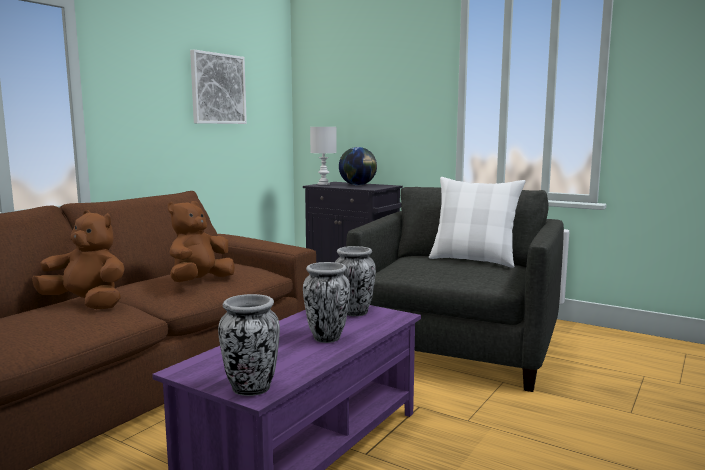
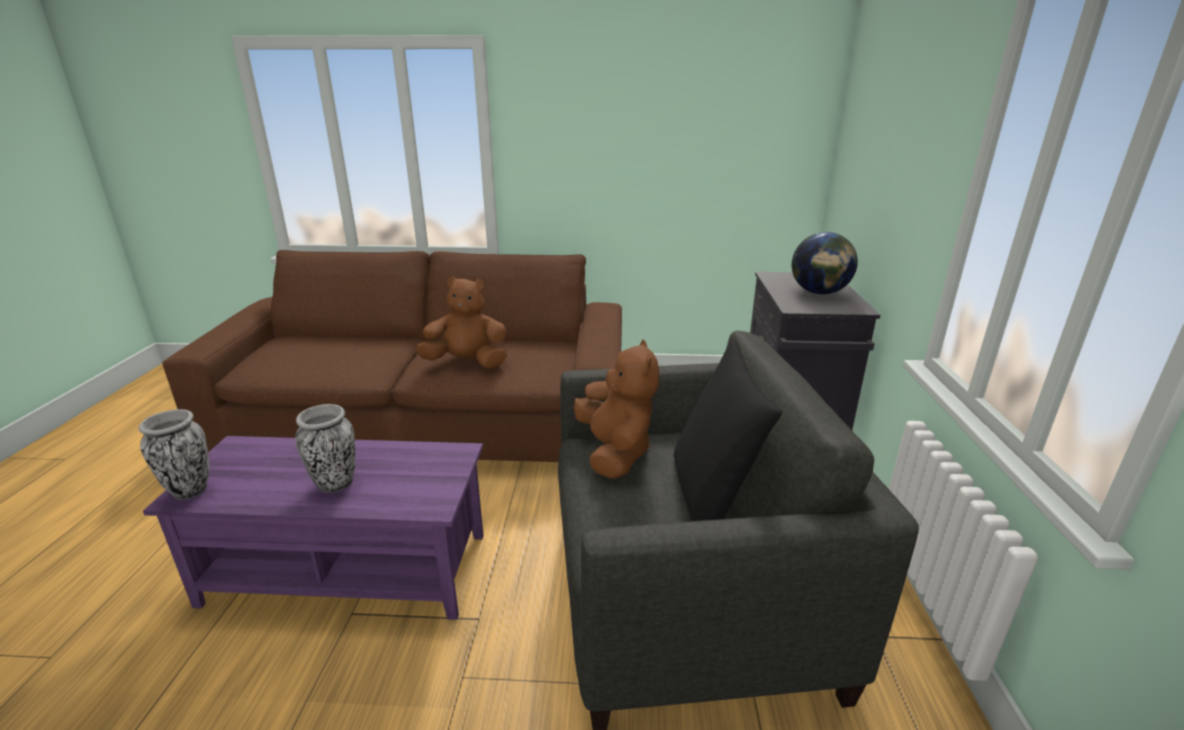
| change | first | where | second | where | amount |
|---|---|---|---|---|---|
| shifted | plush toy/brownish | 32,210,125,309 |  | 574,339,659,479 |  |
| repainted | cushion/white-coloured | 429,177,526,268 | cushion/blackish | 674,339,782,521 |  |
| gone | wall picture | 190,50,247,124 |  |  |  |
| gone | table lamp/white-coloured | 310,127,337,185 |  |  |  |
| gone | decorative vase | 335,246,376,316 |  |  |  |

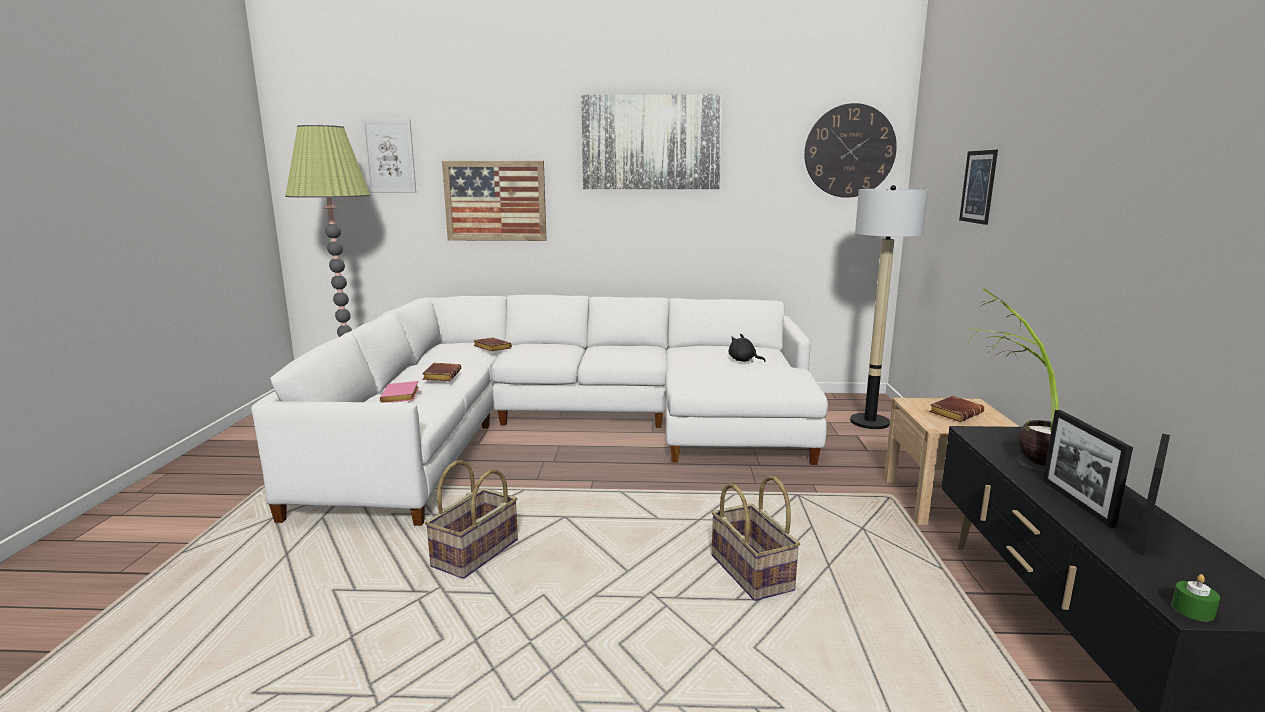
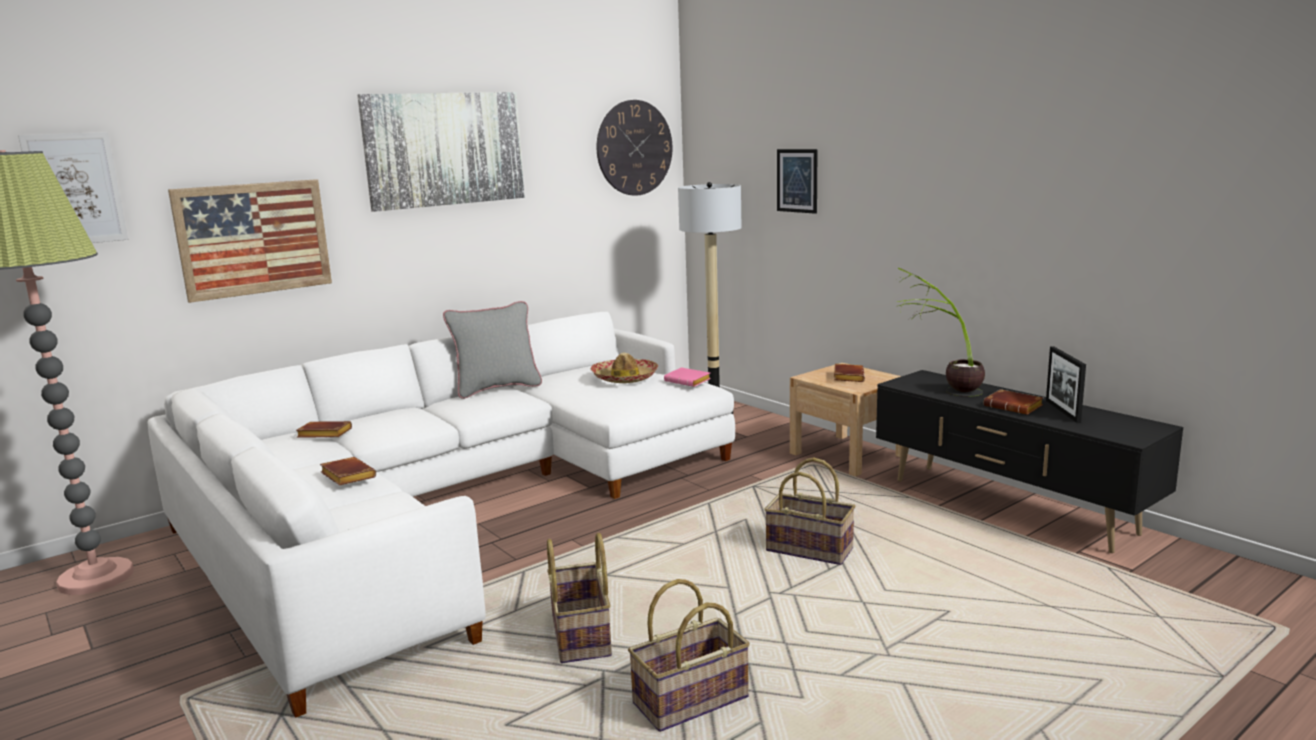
| change | first | where | second | where | amount |
|---|---|---|---|---|---|
| new |  |  | cushion/grey | 443,301,542,399 |  |
| swapped | plush toy/blackish | 729,334,766,362 | wearable hat | 590,353,658,383 |  |
| new |  |  | household basket | 628,579,750,732 |  |
| shifted | book/pink | 380,381,419,403 |  | 664,367,711,387 |  |
| swapped | photo frame | 1043,410,1133,528 | book/brownish | 984,389,1043,415 |  |
| gone | wax light/green-coloured | 1171,574,1220,621 |  |  |  |

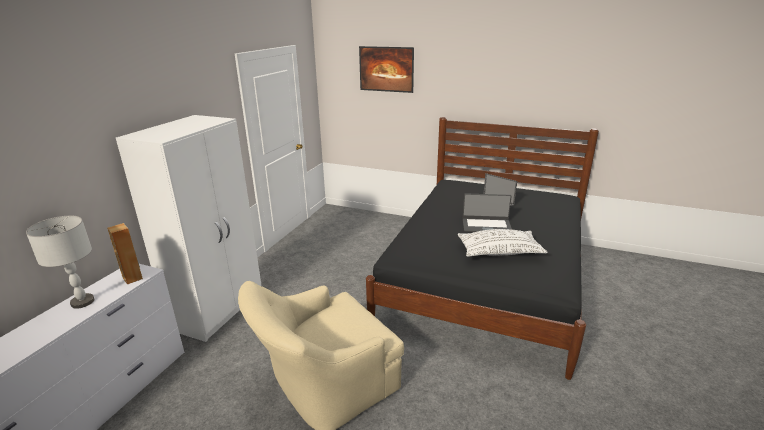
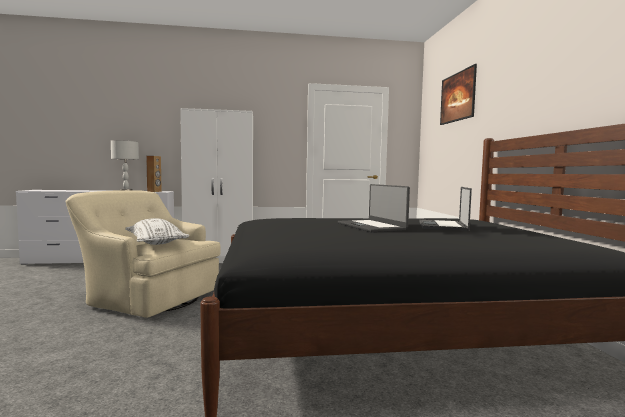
| change | first | where | second | where | amount |
|---|---|---|---|---|---|
| shifted | cushion/white-coloured | 458,229,548,257 |  | 125,218,189,245 |  |

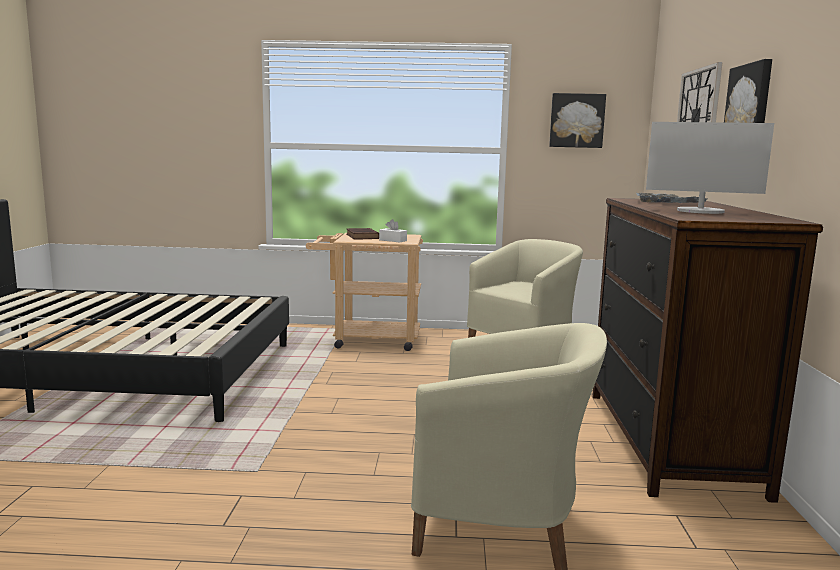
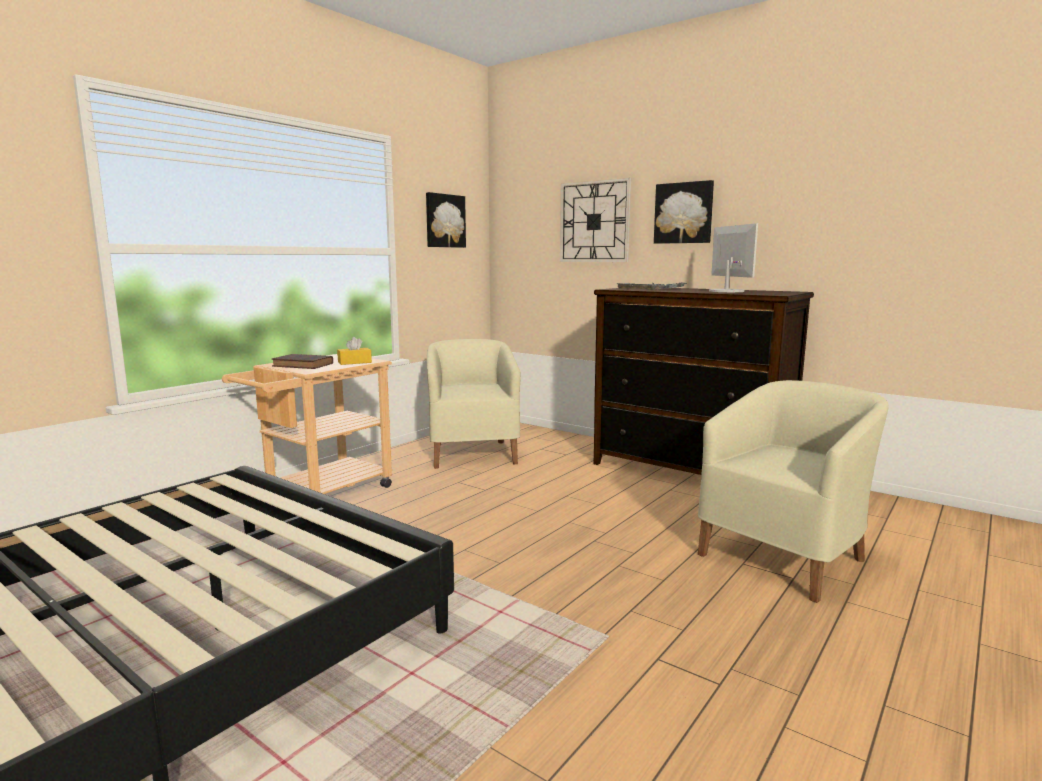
| change | first | where | second | where | amount |
|---|---|---|---|---|---|
| repainted | box of tissues/white-coloured | 379,219,407,242 | box of tissues/yellow-coloured | 337,337,372,365 |  |
| rotated | computer screen | 646,122,774,214 |  | 709,223,758,292 | 60 degrees counterclockwise |

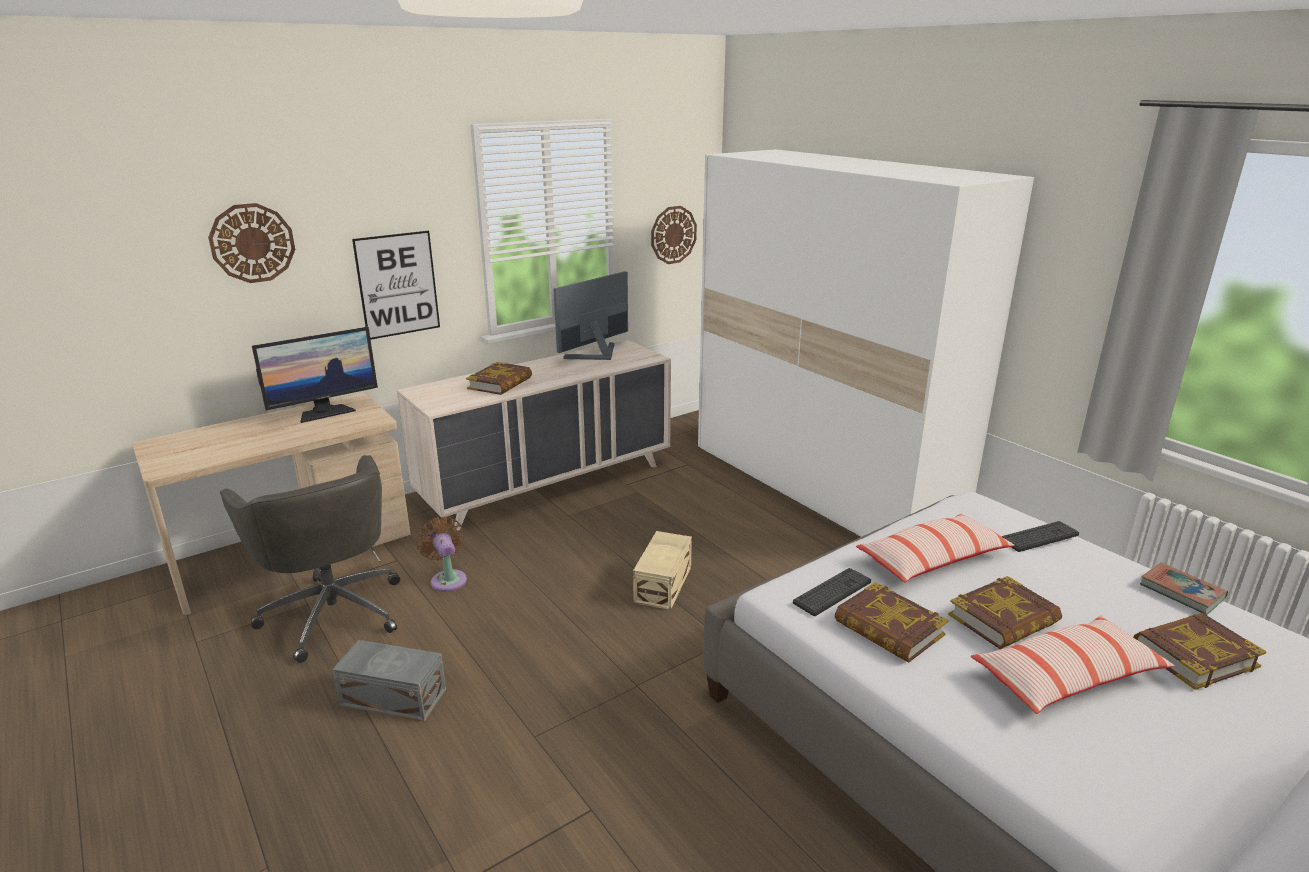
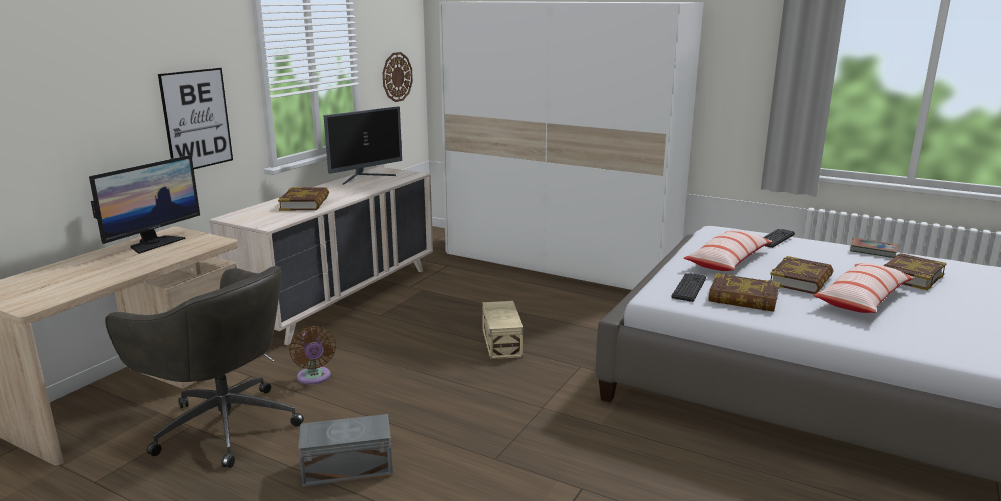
| change | first | where | second | where | amount |
|---|---|---|---|---|---|
| rotated | cooling fan/brownish | 416,517,467,592 |  | 289,326,336,385 | 150 degrees counterclockwise |
| rotated | computer screen | 554,271,628,360 |  | 324,106,402,185 | 150 degrees counterclockwise |
| gone | clock on the wall | 208,203,295,283 |  |  |  |

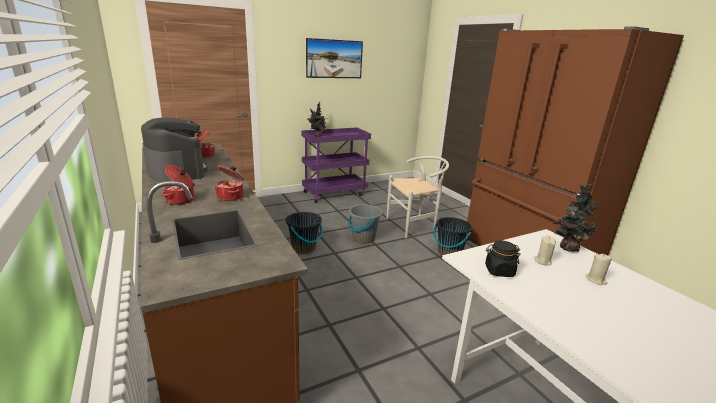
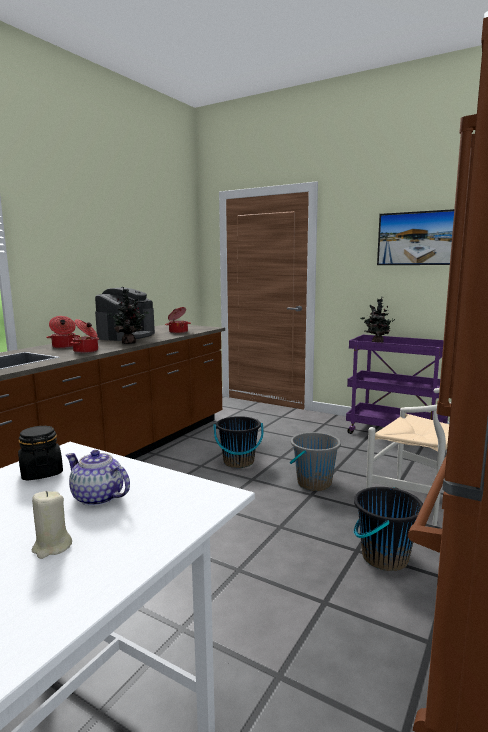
| change | first | where | second | where | amount |
|---|---|---|---|---|---|
| swapped | wax light/beige | 534,236,556,265 | tea pot | 66,450,130,506 |  |
| shifted | houseplant | 553,184,598,252 |  | 107,287,149,344 |  |

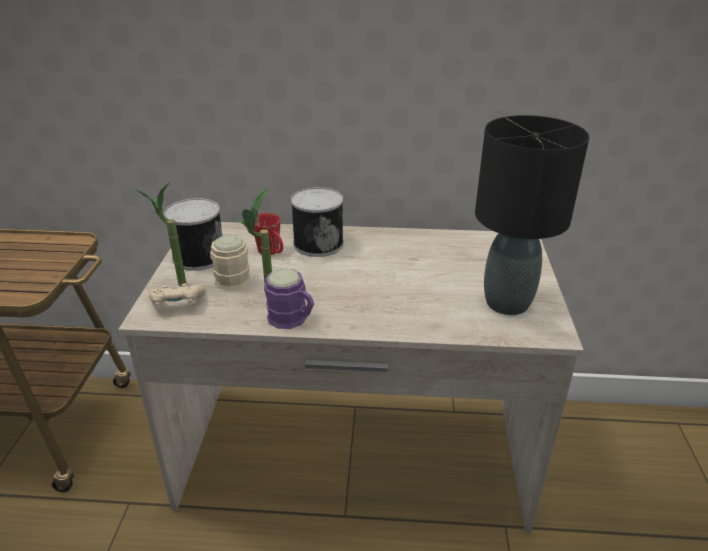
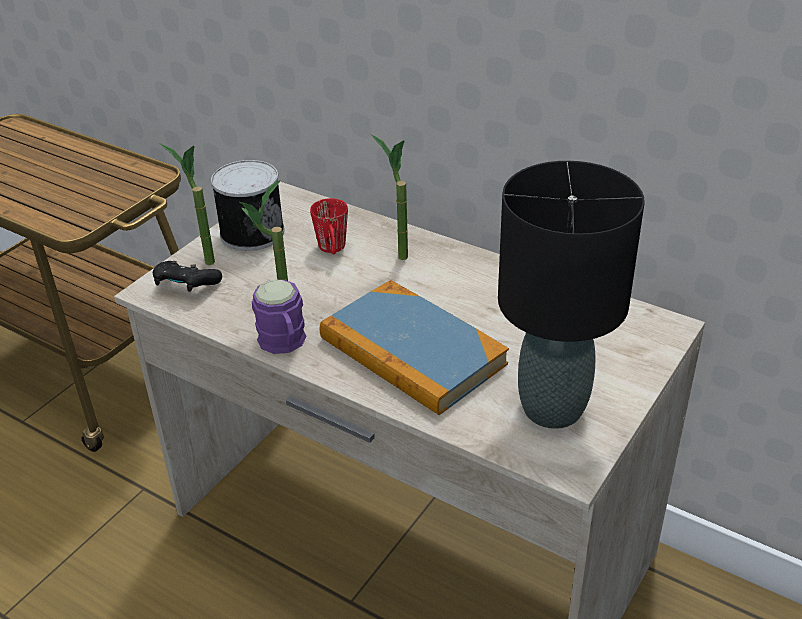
| change | first | where | second | where | amount |
|---|---|---|---|---|---|
| repainted | gamepad/beige | 149,283,205,308 | gamepad/blackish | 153,261,222,292 |  |
| new |  |  | book | 320,280,509,415 |  |
| swapped | sealed can | 291,187,344,257 | houseplant | 371,134,408,260 |  |
| gone | coffee mug/beige | 210,235,251,291 |  |  |  |

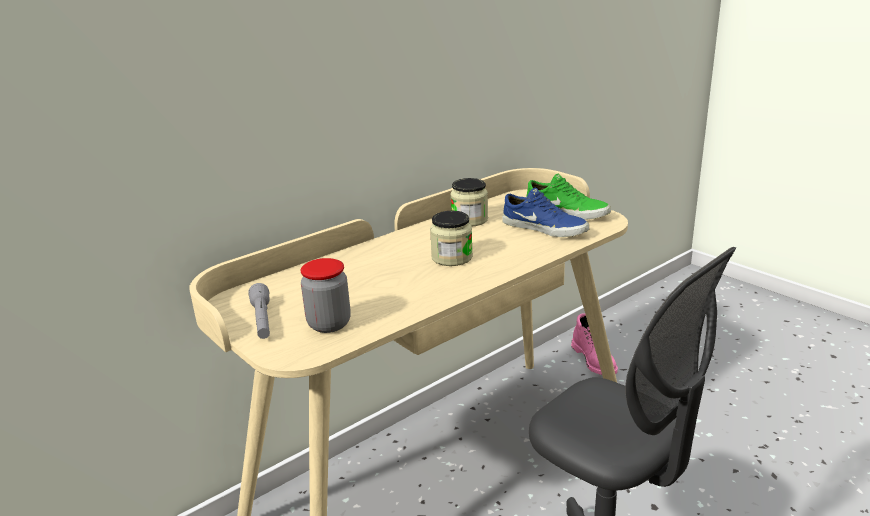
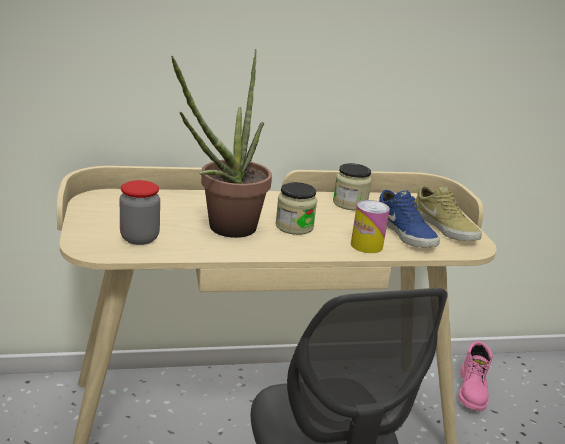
| change | first | where | second | where | amount |
|---|---|---|---|---|---|
| new |  |  | houseplant | 171,49,272,238 |  |
| new |  |  | sealed can | 351,200,390,253 |  |
| repainted | item of footwear/green-coloured | 526,173,611,220 | item of footwear/beige | 415,186,482,241 |  |
| gone | flashlight/grey | 249,283,270,339 |  |  |  |

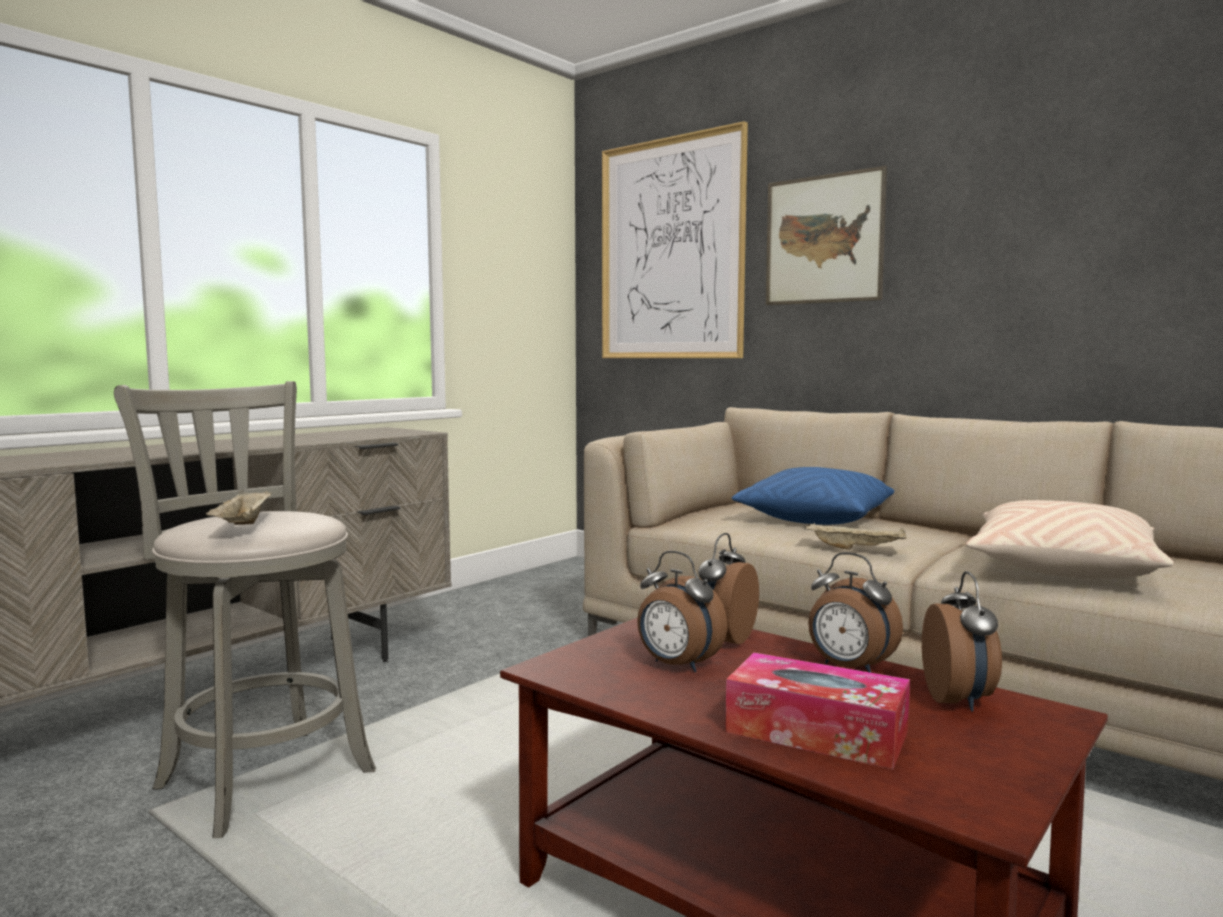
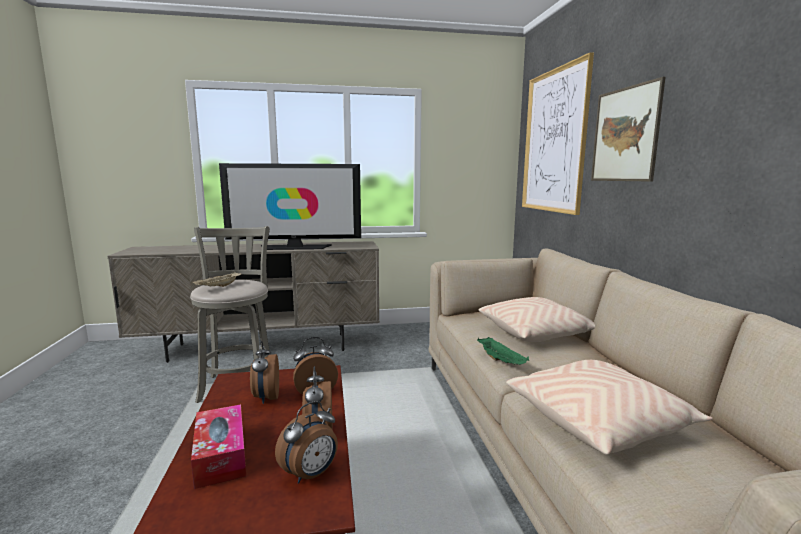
| change | first | where | second | where | amount |
|---|---|---|---|---|---|
| new |  |  | TV set | 219,163,361,250 |  |
| repainted | tray/beige | 804,523,907,550 | tray/green-coloured | 477,337,529,365 |  |
| repainted | cushion/blue | 732,467,894,525 | cushion/beige | 479,297,595,342 |  |

